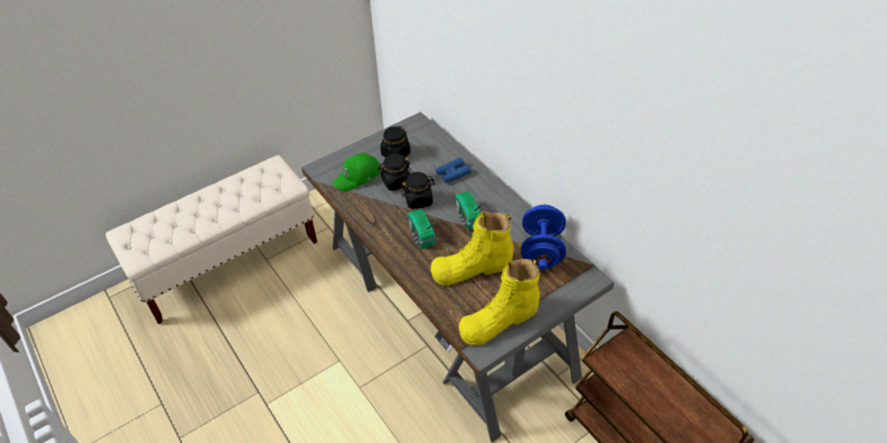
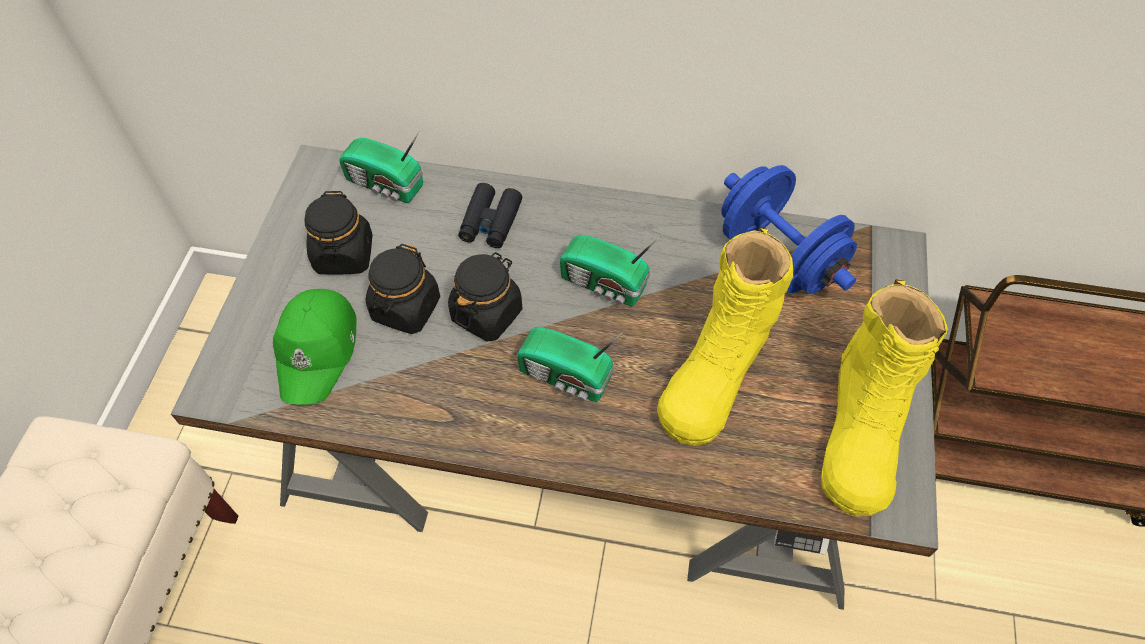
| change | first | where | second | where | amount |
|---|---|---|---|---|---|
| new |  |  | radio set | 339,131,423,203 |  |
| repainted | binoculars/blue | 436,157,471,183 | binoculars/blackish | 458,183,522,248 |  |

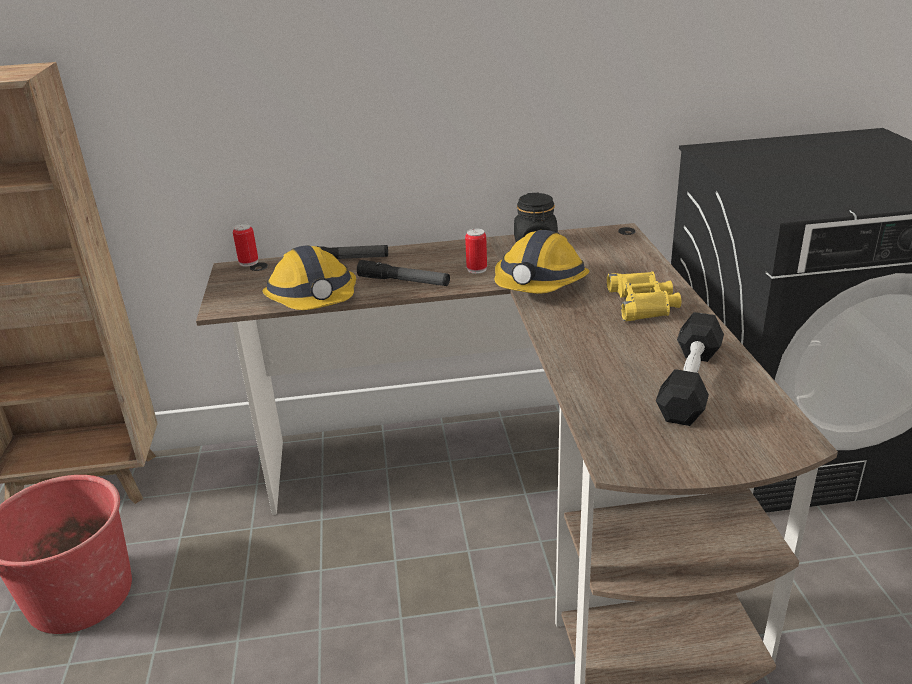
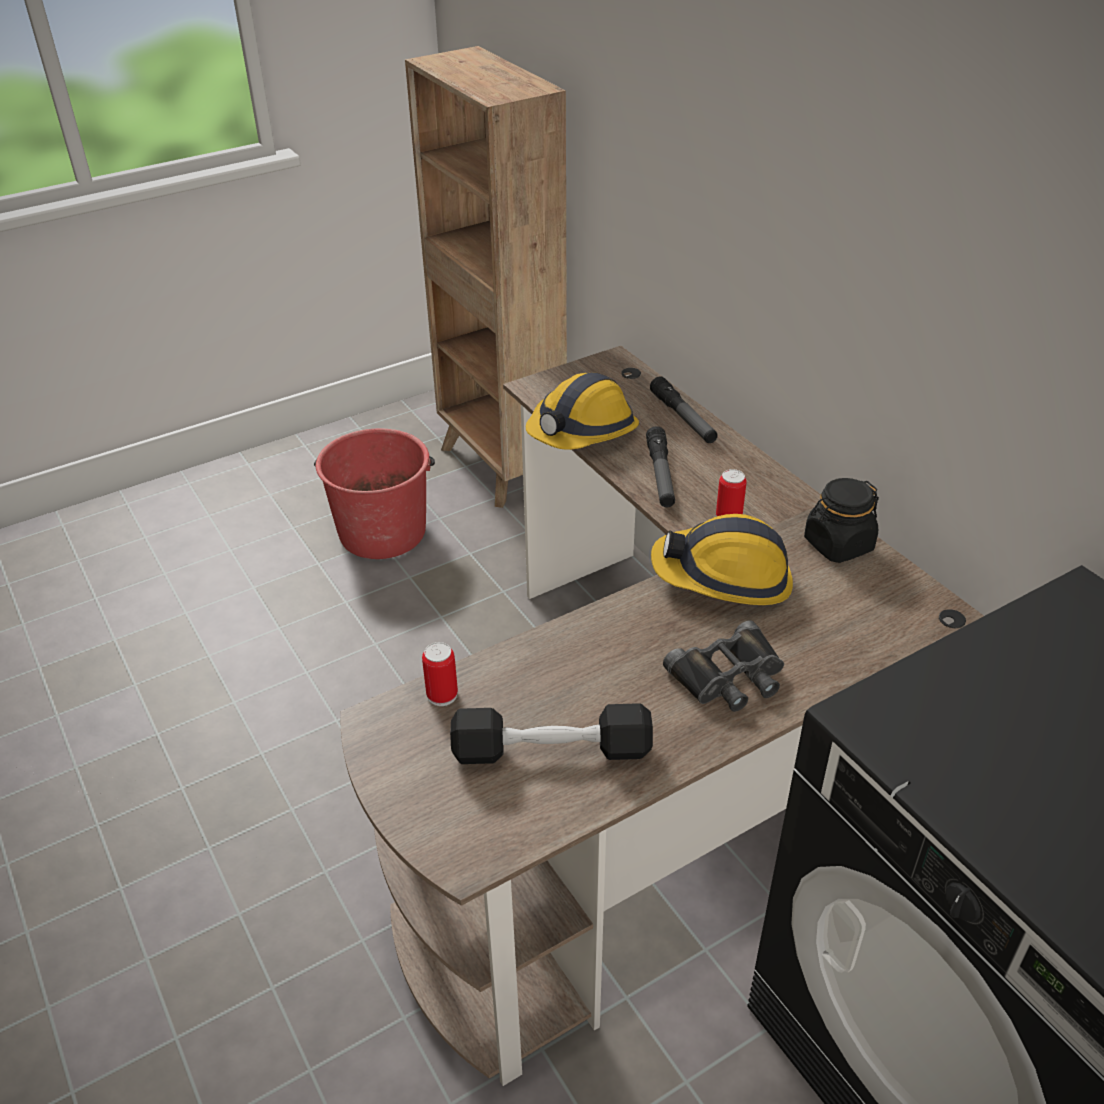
| change | first | where | second | where | amount |
|---|---|---|---|---|---|
| shifted | sealed can | 233,223,258,267 |  | 422,642,458,706 |  |
| repainted | binoculars/yellow-coloured | 607,271,681,321 | binoculars/blackish | 663,621,784,712 |  |

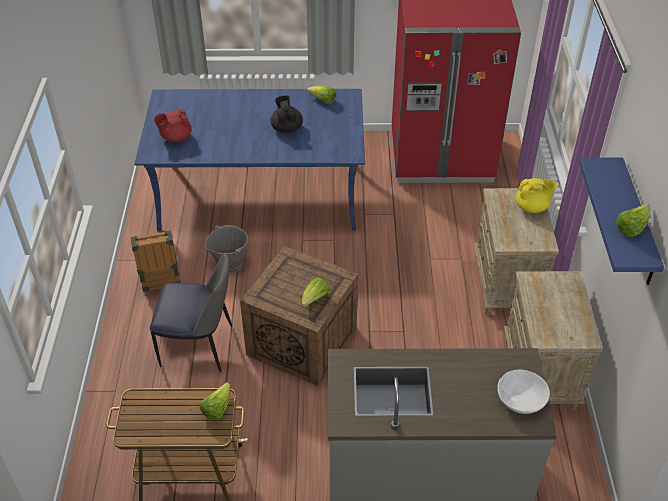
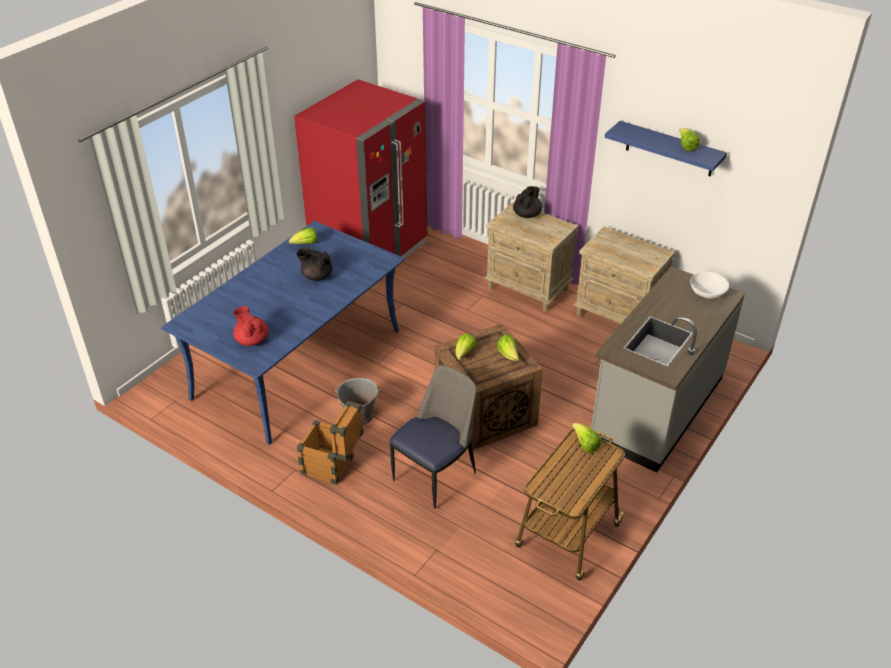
| change | first | where | second | where | amount |
|---|---|---|---|---|---|
| rotated | tea pot/red-coloured | 154,109,192,142 |  | 233,306,269,346 | 135 degrees clockwise |
| new |  |  | head of lettuce | 455,333,477,360 |  |
| repainted | tea pot/yellow-coloured | 515,178,557,213 | tea pot/blackish | 513,186,542,218 |  |

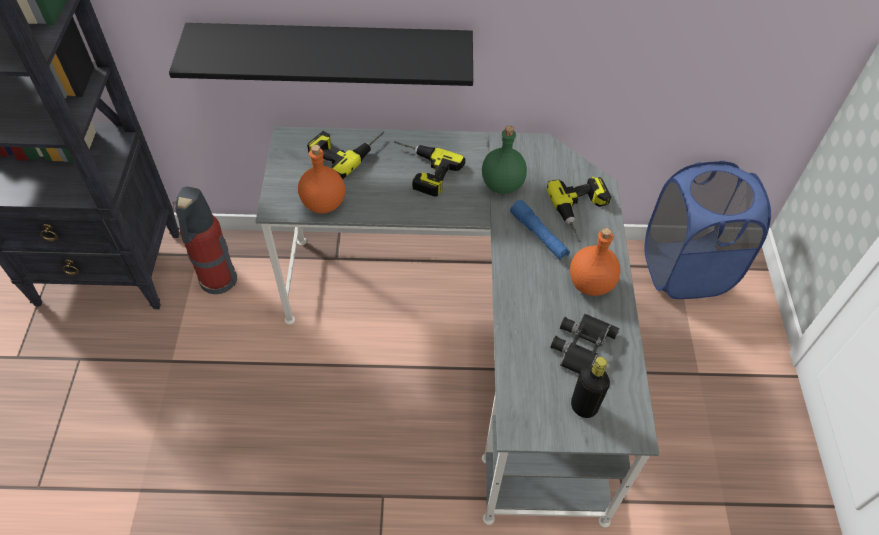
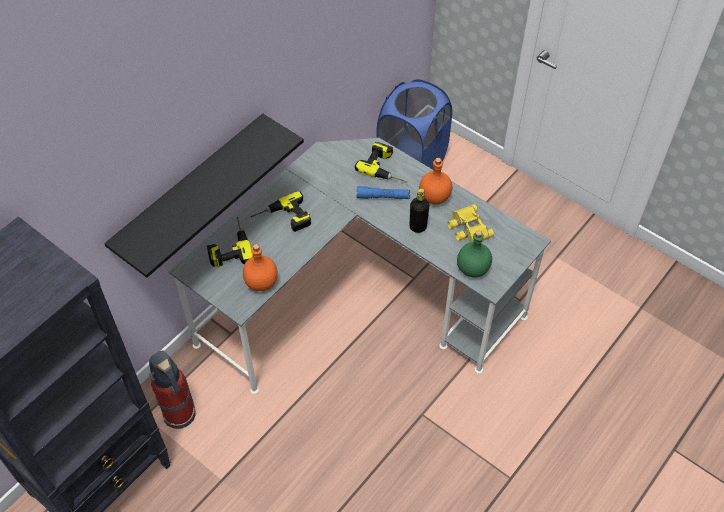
| change | first | where | second | where | amount |
|---|---|---|---|---|---|
| shifted | drink bottle/blackish | 571,357,610,418 |  | 409,188,429,233 |  |
| repainted | binoculars/blackish | 550,313,619,374 | binoculars/yellow-coloured | 447,204,494,242 |  |
| shifted | drink bottle/green-coloured | 482,126,527,194 |  | 457,230,492,278 |  |

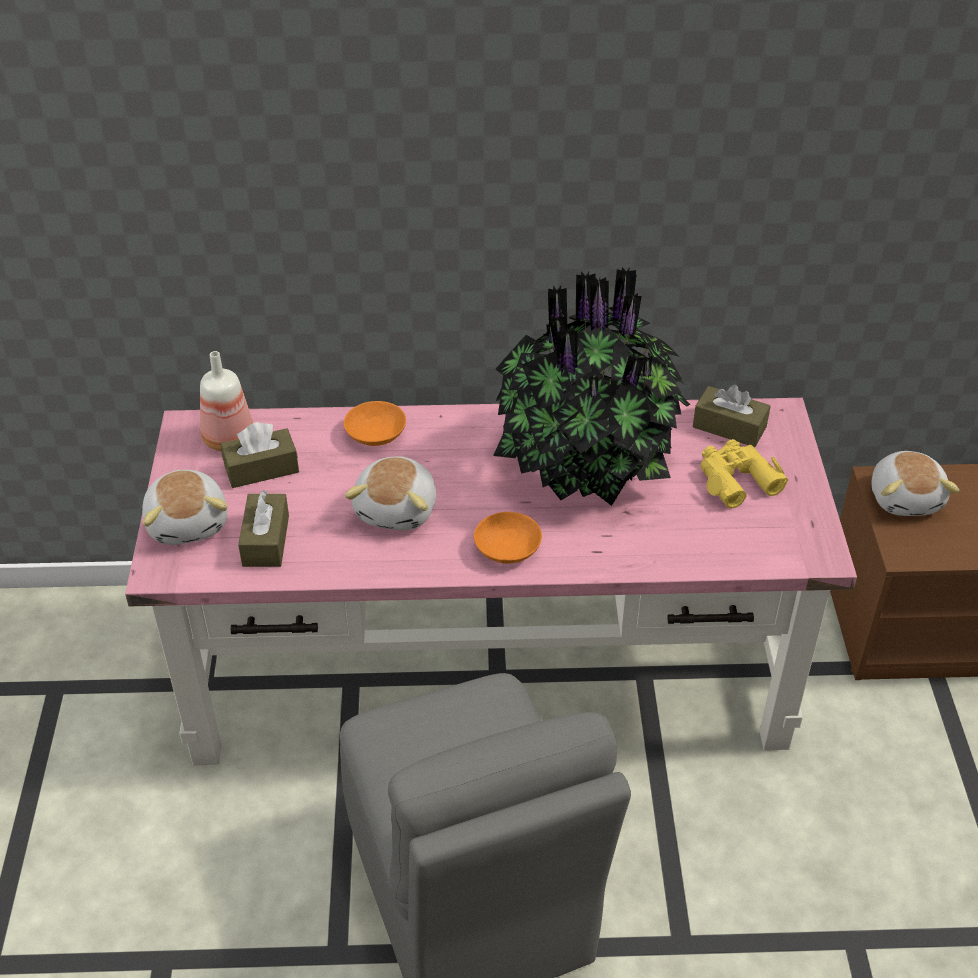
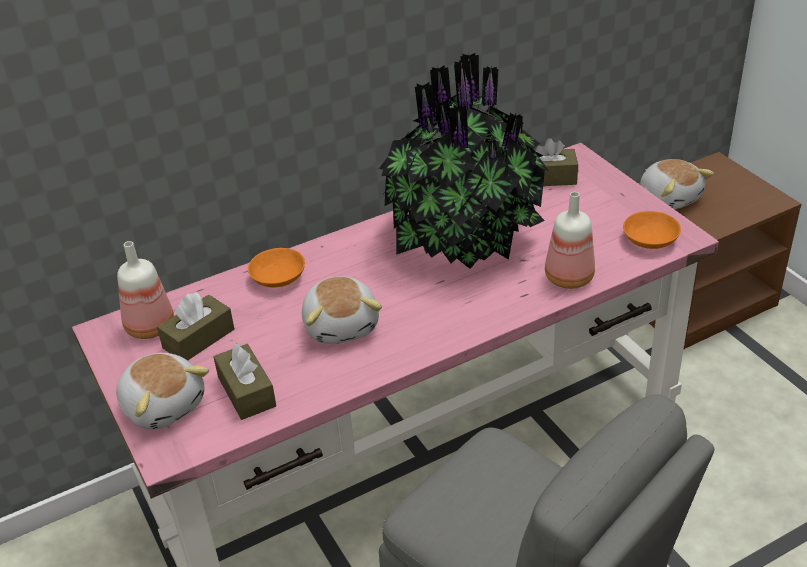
| change | first | where | second | where | amount |
|---|---|---|---|---|---|
| new |  |  | drink bottle | 545,192,595,289 |  |
| shifted | serving bowl/orange-coloured | 474,512,542,564 |  | 623,211,681,249 |  |
| gone | binoculars/yellow-coloured | 701,439,788,509 |  |  |  |

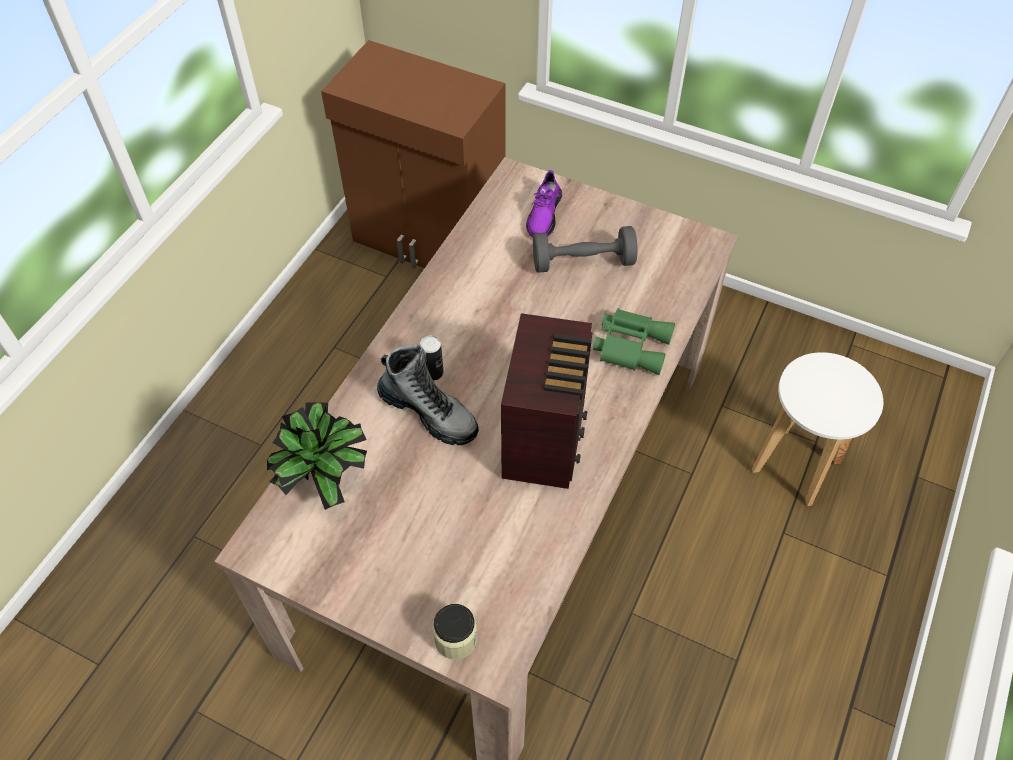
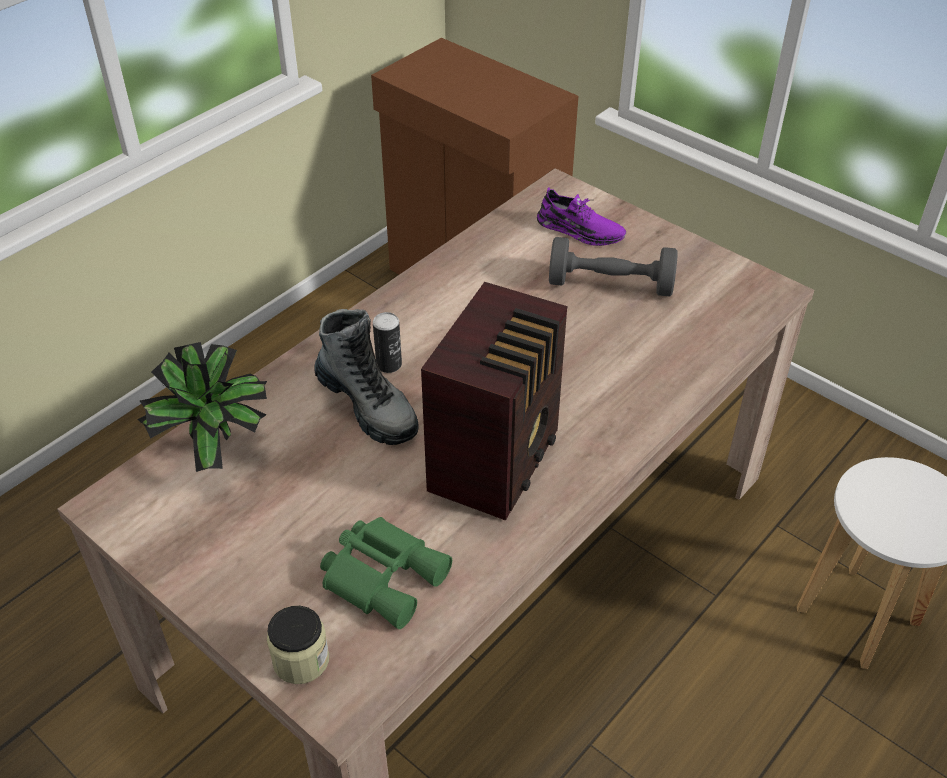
| change | first | where | second | where | amount |
|---|---|---|---|---|---|
| shifted | binoculars/green-coloured | 593,308,675,375 |  | 320,517,452,629 |  |
| rotated | item of footwear/purple | 526,170,562,237 |  | 537,187,626,246 | 90 degrees counterclockwise |

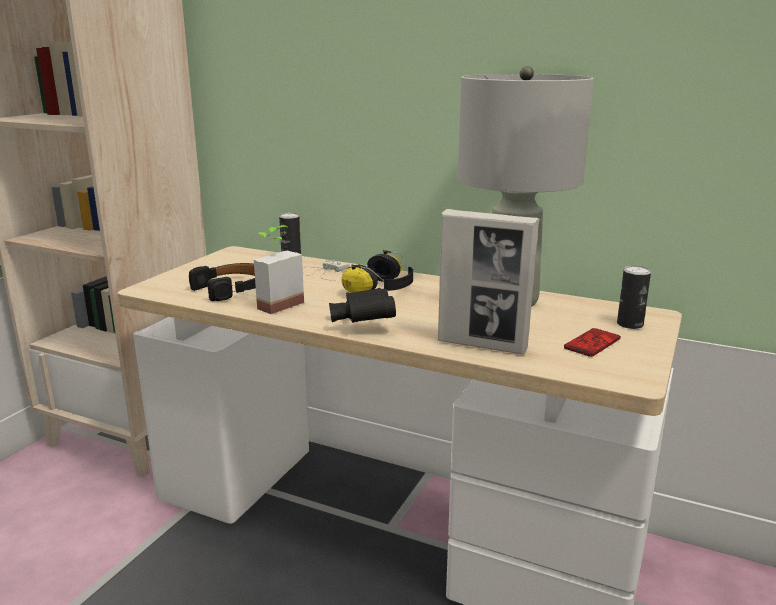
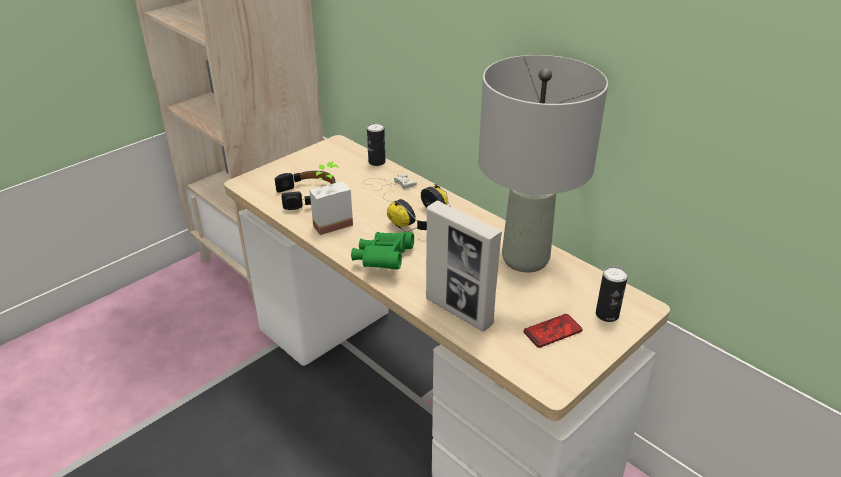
| change | first | where | second | where | amount |
|---|---|---|---|---|---|
| repainted | binoculars/blackish | 329,288,396,323 | binoculars/green-coloured | 351,232,414,269 |  |

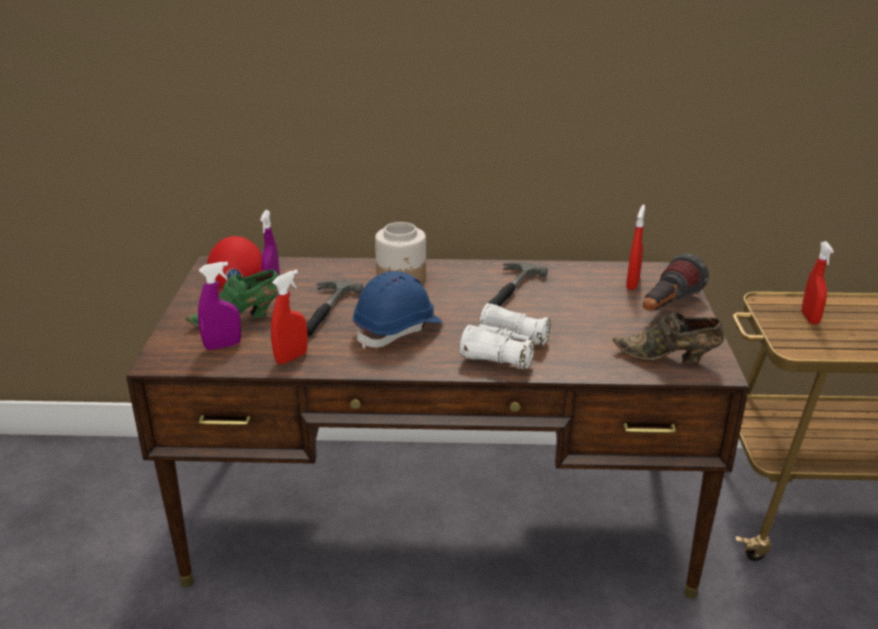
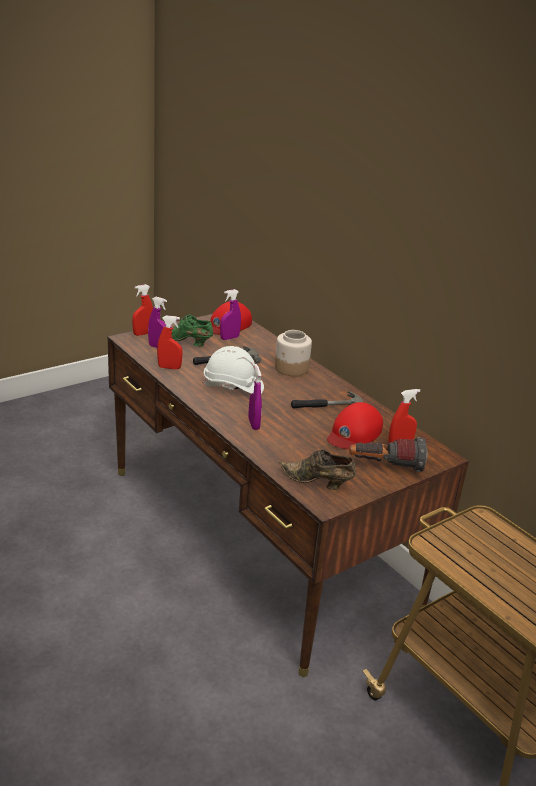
| change | first | where | second | where | amount |
|---|---|---|---|---|---|
| shifted | spray bottle/red-coloured | 801,241,834,324 |  | 132,284,153,336 |  |
| repainted | safety helmet/blue | 353,271,442,349 | safety helmet/white-coloured | 203,346,264,394 |  |
| swapped | binoculars/white-coloured | 460,303,550,370 | spray bottle/purple | 248,364,262,430 |  |
| rotated | item of footwear/brownish | 612,312,724,364 |  | 279,449,356,490 | 45 degrees counterclockwise |
| new |  |  | baseball cap/red-coloured | 327,402,383,449 |  |

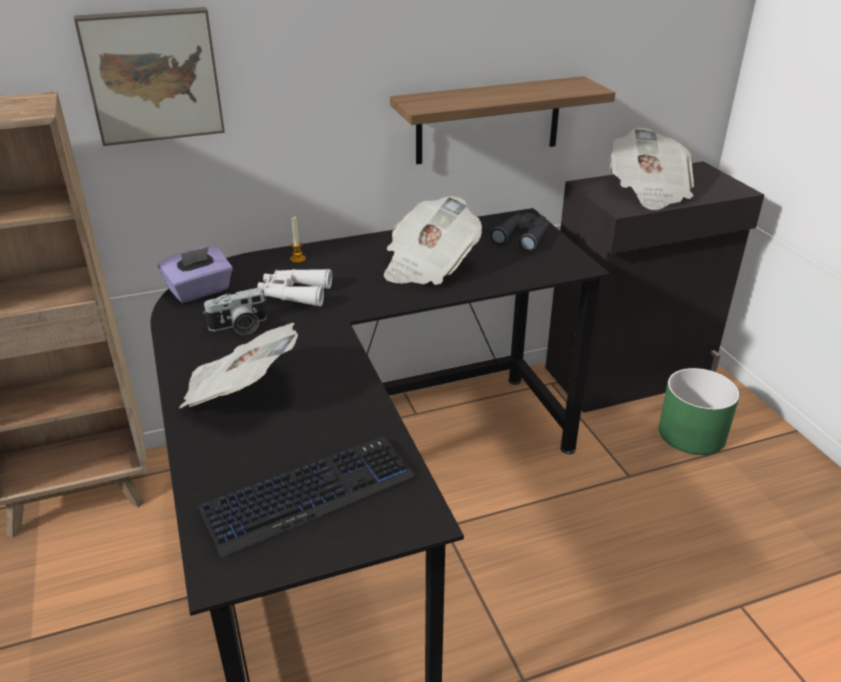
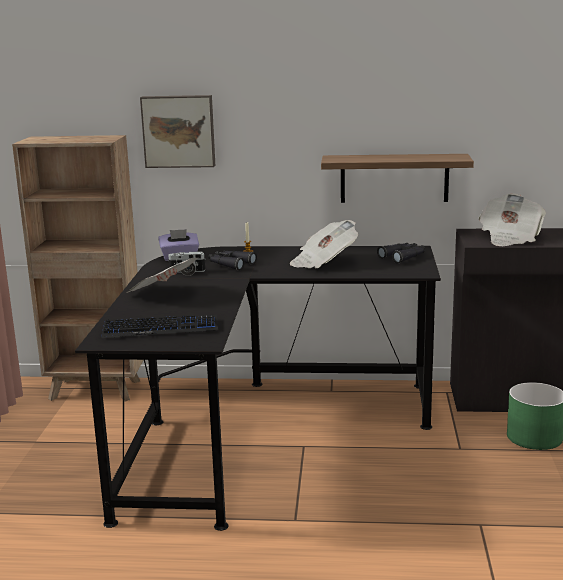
| change | first | where | second | where | amount |
|---|---|---|---|---|---|
| repainted | binoculars/white-coloured | 257,269,332,307 | binoculars/blackish | 208,250,257,270 |  |

